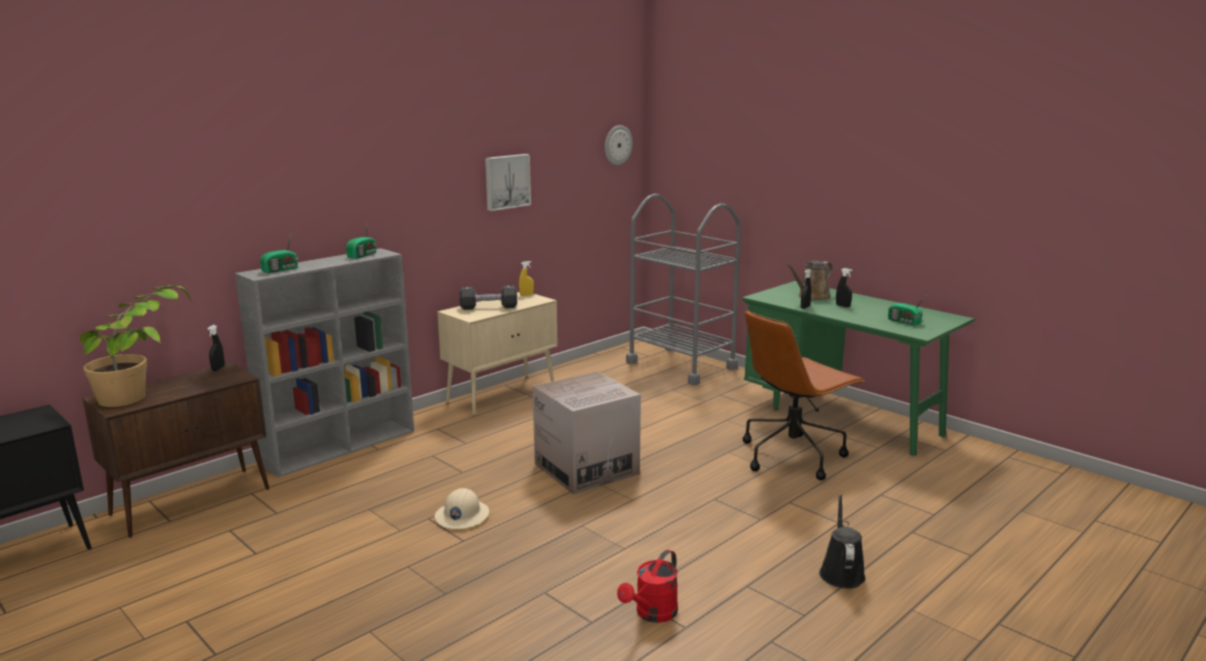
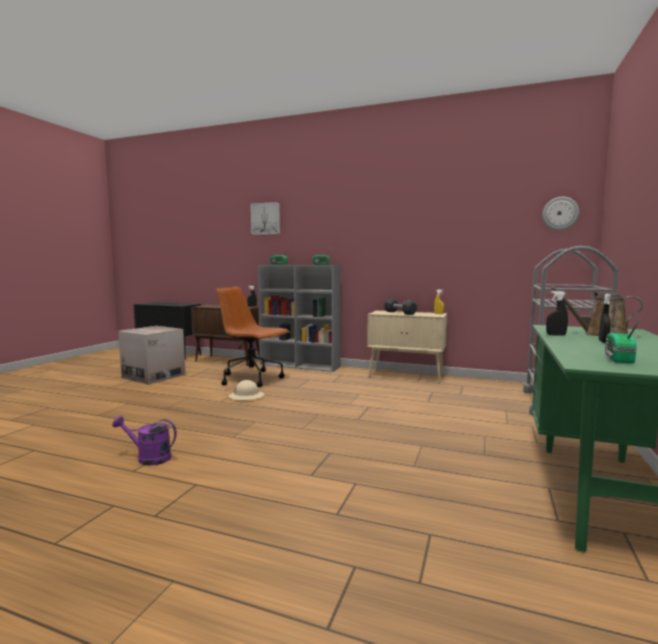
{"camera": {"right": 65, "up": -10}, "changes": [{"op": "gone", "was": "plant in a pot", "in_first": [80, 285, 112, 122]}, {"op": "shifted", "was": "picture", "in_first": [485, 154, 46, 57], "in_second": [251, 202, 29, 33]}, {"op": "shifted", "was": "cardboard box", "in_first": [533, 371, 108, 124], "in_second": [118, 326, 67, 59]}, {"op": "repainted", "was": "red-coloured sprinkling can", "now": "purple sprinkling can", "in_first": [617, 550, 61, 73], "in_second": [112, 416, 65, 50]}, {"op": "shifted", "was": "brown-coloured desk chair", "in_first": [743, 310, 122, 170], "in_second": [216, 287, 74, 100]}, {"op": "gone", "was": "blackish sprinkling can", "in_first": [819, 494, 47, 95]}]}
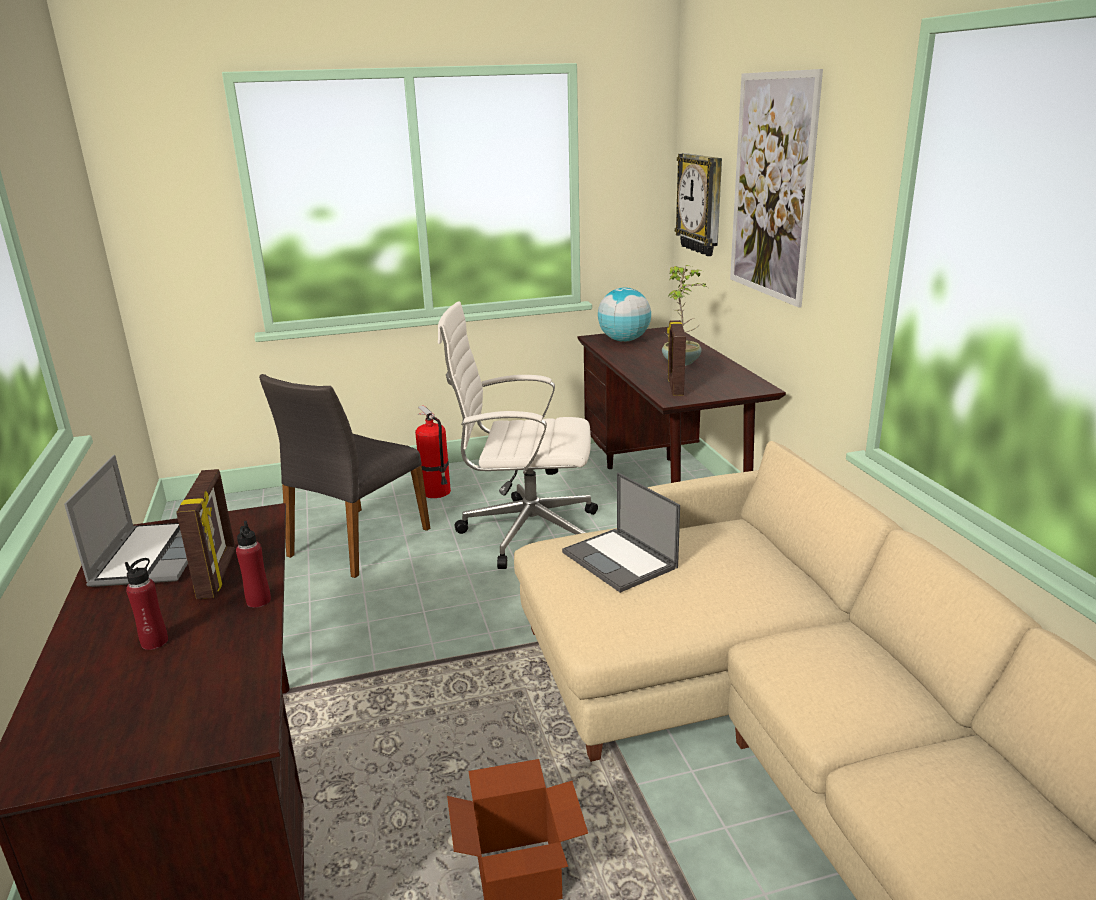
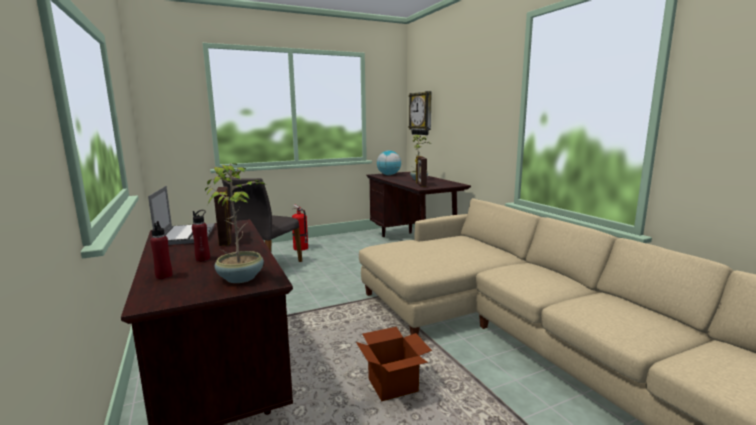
{"camera": {"right": -10, "up": -10}, "changes": [{"op": "shifted", "was": "red-coloured drink bottle", "in_first": [236, 521, 35, 87], "in_second": [150, 221, 23, 58]}, {"op": "gone", "was": "white-coloured desk chair", "in_first": [438, 301, 160, 268]}, {"op": "gone", "was": "notebook computer", "in_first": [562, 473, 118, 120]}, {"op": "gone", "was": "picture", "in_first": [730, 69, 93, 239]}, {"op": "new", "now": "plant in a pot", "in_second": [205, 163, 61, 120]}]}
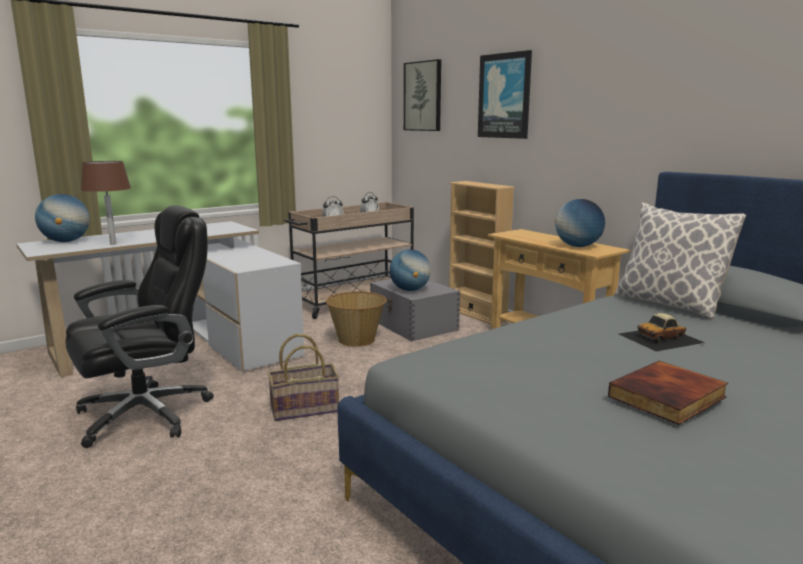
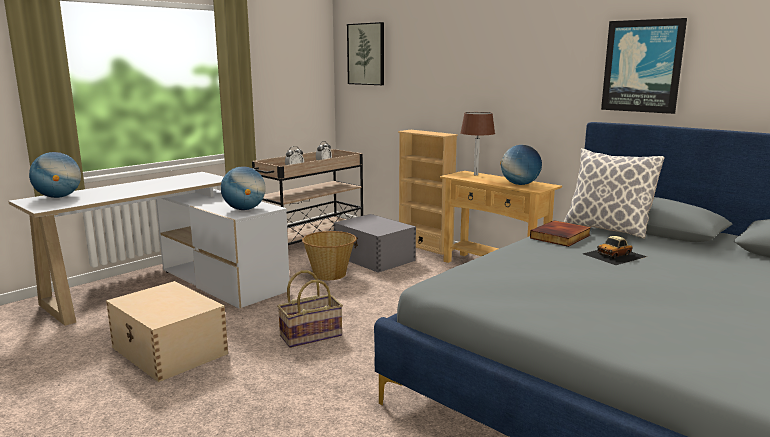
{"camera": {"right": -10, "up": 0}, "changes": [{"op": "swapped", "was": "blackish desk chair", "now": "beige storage container", "in_first": [65, 205, 149, 243], "in_second": [106, 281, 122, 101]}, {"op": "shifted", "was": "brown-coloured tabletop lamp", "in_first": [81, 161, 50, 84], "in_second": [460, 112, 35, 64]}, {"op": "shifted", "was": "desk globe", "in_first": [389, 249, 42, 42], "in_second": [221, 166, 45, 44]}, {"op": "shifted", "was": "picture", "in_first": [478, 50, 54, 89], "in_second": [601, 18, 86, 96]}, {"op": "shifted", "was": "book", "in_first": [608, 361, 120, 64], "in_second": [530, 220, 61, 27]}]}
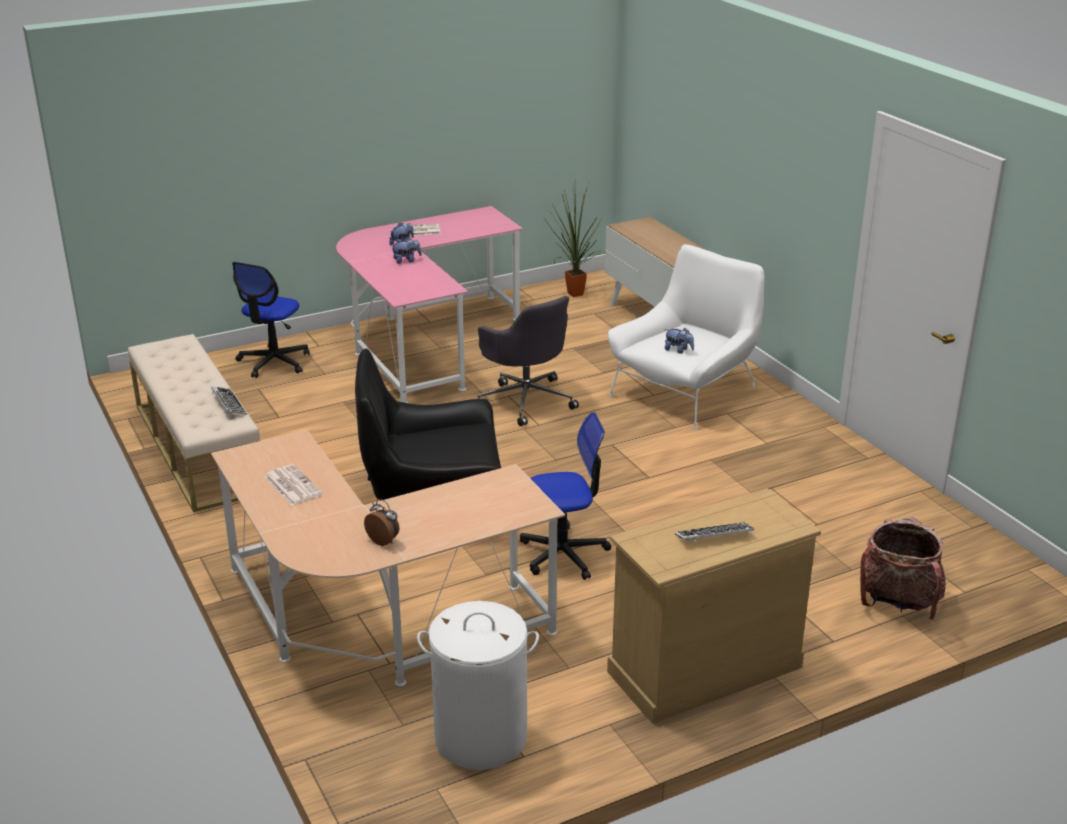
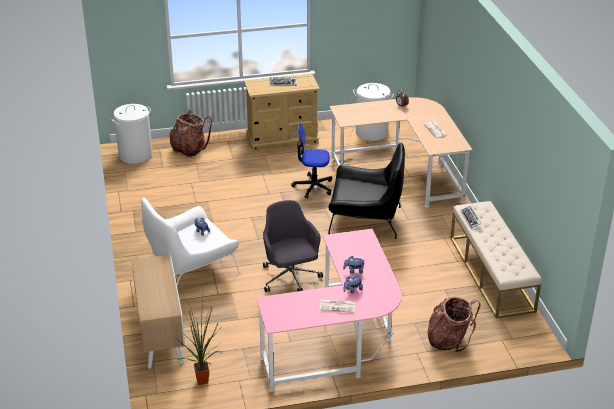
{"camera": {"right": -165, "up": 5}, "changes": [{"op": "swapped", "was": "desk chair", "now": "backpack", "in_first": [232, 262, 78, 116], "in_second": [427, 297, 53, 55]}, {"op": "new", "now": "white-coloured laundry basket", "in_second": [111, 104, 41, 60]}]}
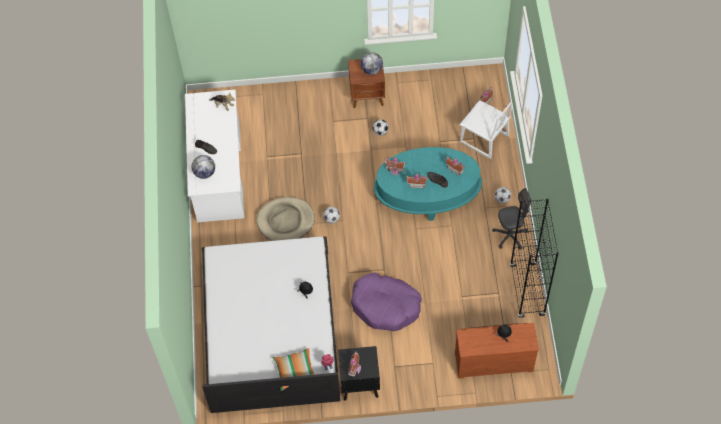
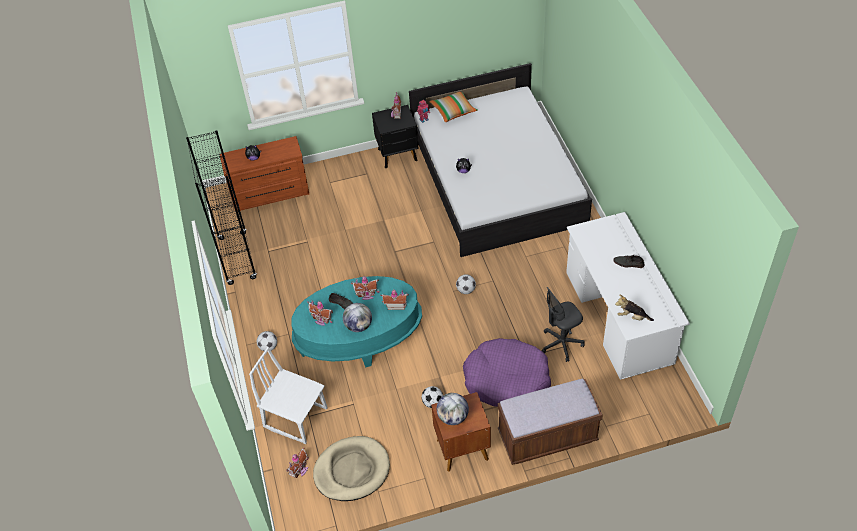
{"camera": {"right": 170, "up": -10}, "changes": [{"op": "shifted", "was": "desk globe", "in_first": [192, 155, 23, 24], "in_second": [343, 303, 29, 29]}, {"op": "shifted", "was": "beige pet bed", "in_first": [257, 197, 58, 44], "in_second": [313, 436, 77, 65]}, {"op": "shifted", "was": "purple pet bed", "in_first": [351, 272, 71, 59], "in_second": [463, 338, 88, 69]}, {"op": "shifted", "was": "grey desk chair", "in_first": [492, 188, 40, 62], "in_second": [541, 287, 44, 75]}, {"op": "new", "now": "brown-coloured bench", "in_second": [498, 379, 105, 86]}]}
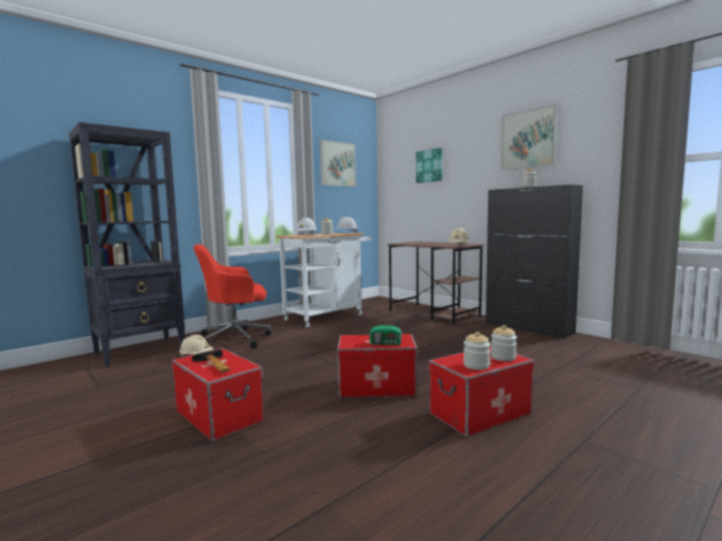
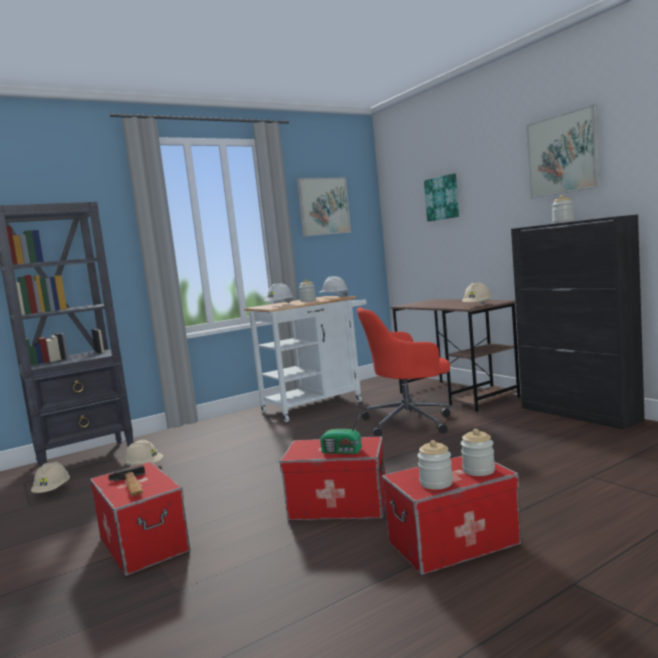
{"camera": {"right": 10, "up": 0}, "changes": [{"op": "shifted", "was": "red-coloured desk chair", "in_first": [194, 244, 77, 104], "in_second": [357, 307, 93, 130]}, {"op": "new", "now": "beige hard hat", "in_second": [31, 462, 39, 31]}]}
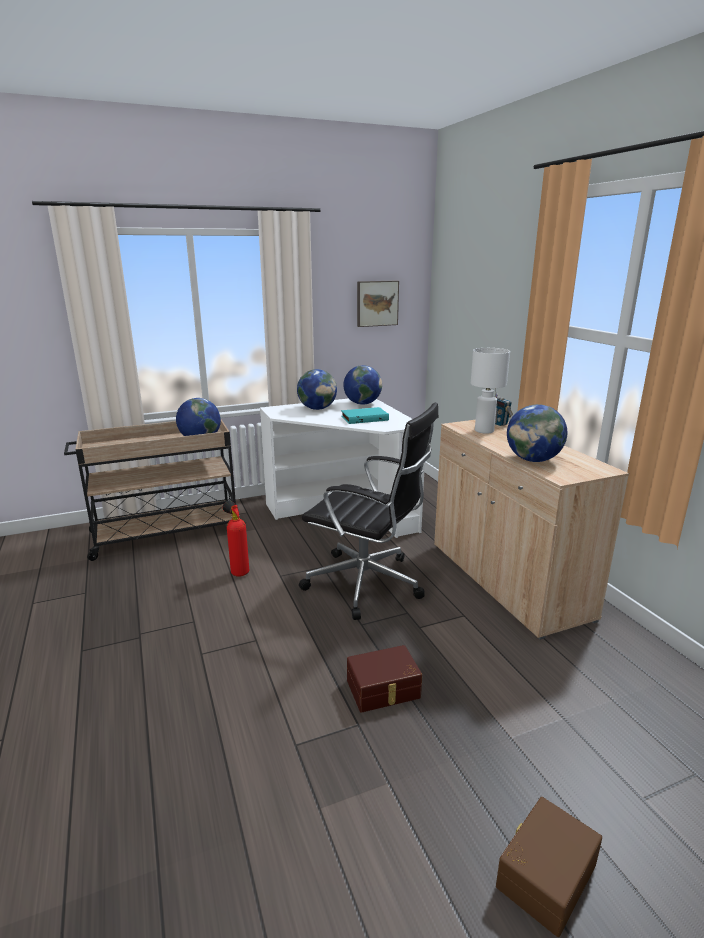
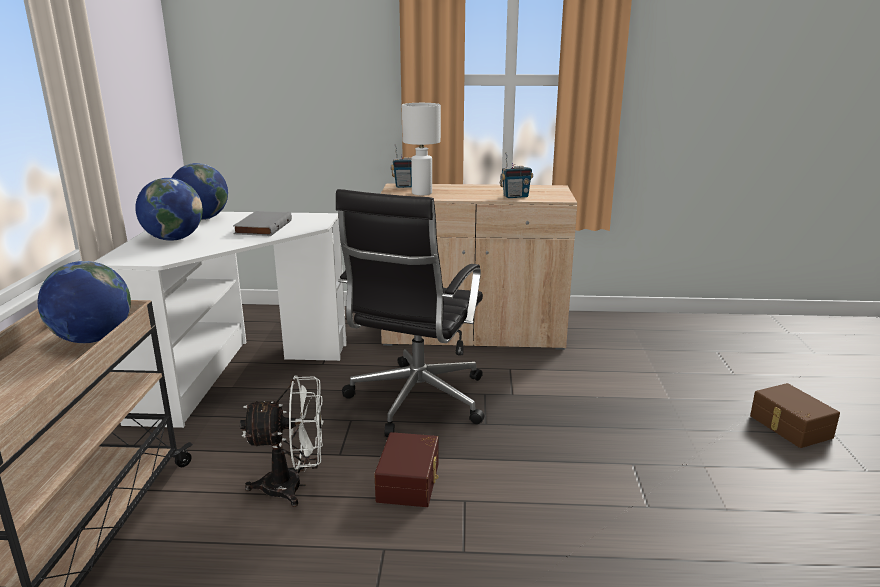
{"camera": {"right": -65, "up": 0}, "changes": [{"op": "swapped", "was": "fire-fighting cylinder", "now": "white-coloured fan", "in_first": [223, 501, 26, 76], "in_second": [240, 375, 83, 132]}, {"op": "rotated", "was": "blackish desk chair", "in_first": [299, 402, 140, 218], "in_second": [336, 189, 148, 248], "clockwise": 150}, {"op": "repainted", "was": "turquoise book", "now": "grey book", "in_first": [341, 407, 48, 17], "in_second": [233, 211, 59, 25]}, {"op": "shifted", "was": "brown-coloured storage container", "in_first": [347, 645, 75, 68], "in_second": [374, 432, 65, 75]}, {"op": "gone", "was": "picture", "in_first": [357, 281, 42, 46]}, {"op": "swapped", "was": "desk globe", "now": "radio set", "in_first": [507, 404, 60, 58], "in_second": [500, 152, 33, 46]}]}
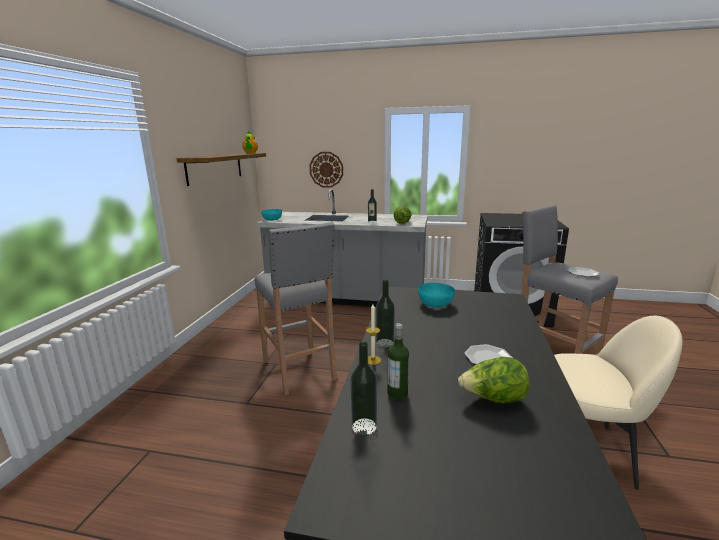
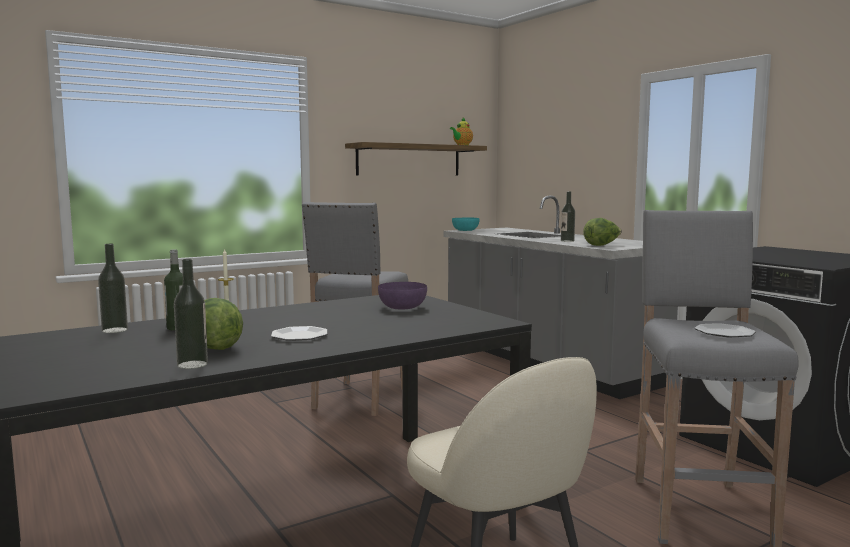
{"camera": {"right": 45, "up": -10}, "changes": [{"op": "gone", "was": "hanging clock", "in_first": [309, 152, 34, 36]}, {"op": "shifted", "was": "drink bottle", "in_first": [376, 280, 19, 68], "in_second": [174, 259, 34, 110]}, {"op": "repainted", "was": "turquoise deep dish", "now": "purple deep dish", "in_first": [418, 283, 37, 25], "in_second": [378, 282, 49, 27]}]}
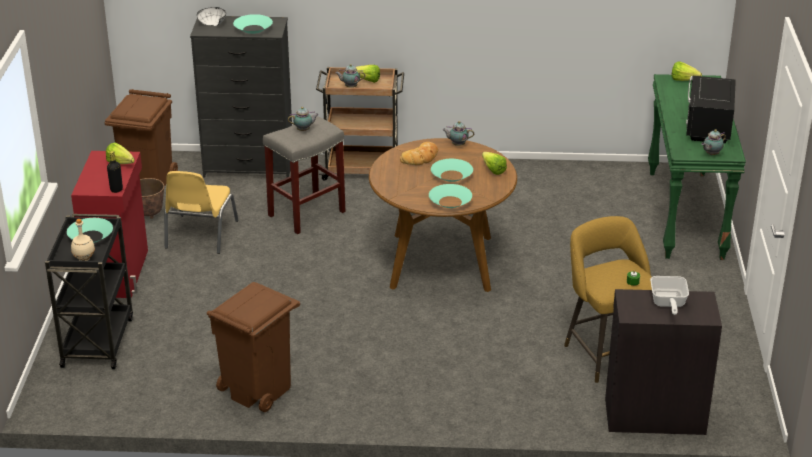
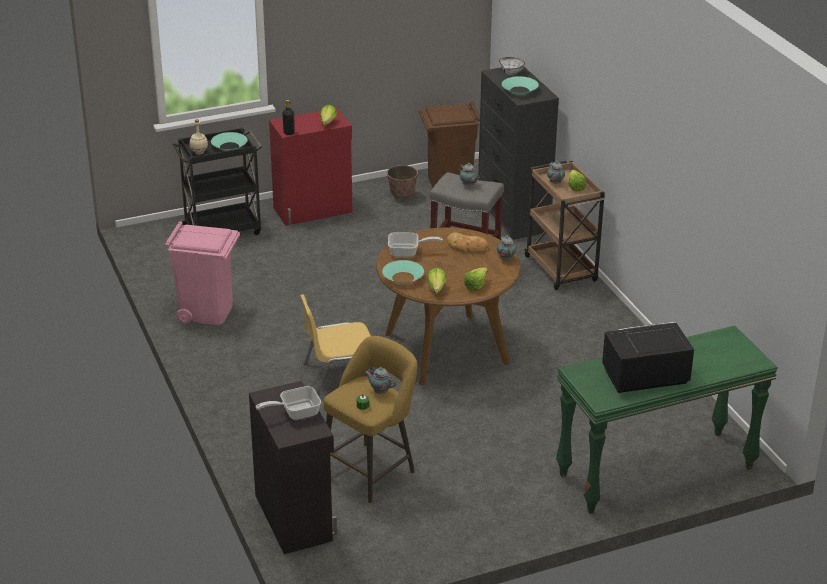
{"camera": {"right": 65, "up": 0}, "changes": [{"op": "shifted", "was": "yellowish plain chair", "in_first": [164, 171, 74, 83], "in_second": [300, 294, 74, 101]}, {"op": "repainted", "was": "brown-coloured trash can", "now": "pinkish trash can", "in_first": [207, 282, 93, 130], "in_second": [165, 221, 75, 104]}, {"op": "gone", "was": "turquoise deep dish", "in_first": [431, 159, 42, 23]}, {"op": "shifted", "was": "lettuce", "in_first": [672, 61, 30, 20], "in_second": [427, 268, 20, 26]}, {"op": "shifted", "was": "tea pot", "in_first": [701, 129, 25, 26], "in_second": [364, 367, 32, 27]}, {"op": "new", "now": "skillet", "in_second": [388, 232, 55, 25]}]}
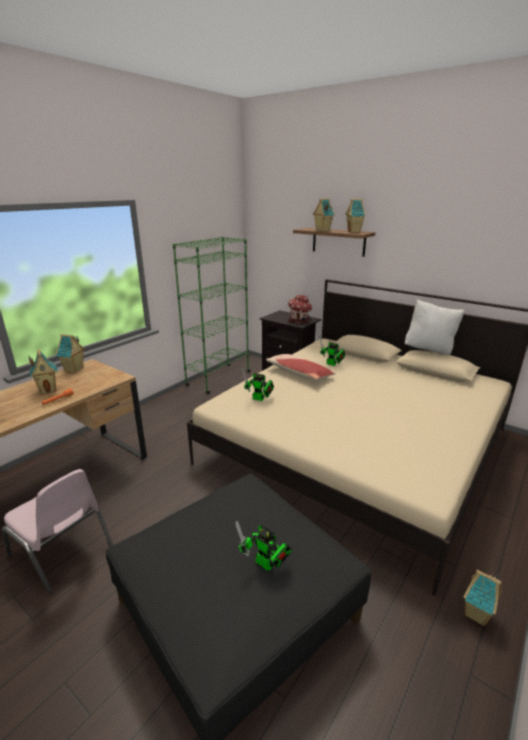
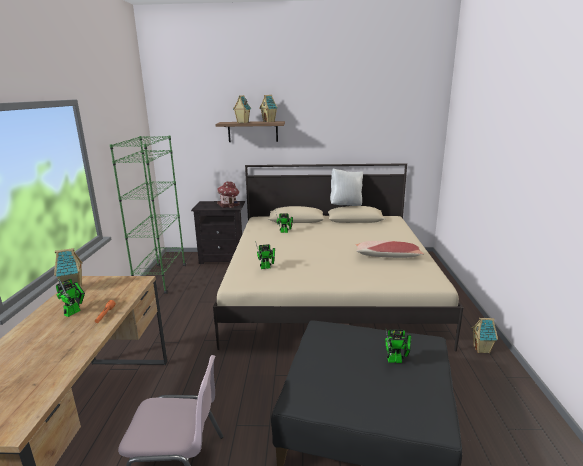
{"camera": {"right": -35, "up": -5}, "changes": [{"op": "swapped", "was": "miniature house", "now": "robot figure", "in_first": [29, 349, 29, 45], "in_second": [56, 278, 29, 39]}, {"op": "shifted", "was": "cushion", "in_first": [266, 354, 70, 27], "in_second": [355, 241, 69, 17]}]}
